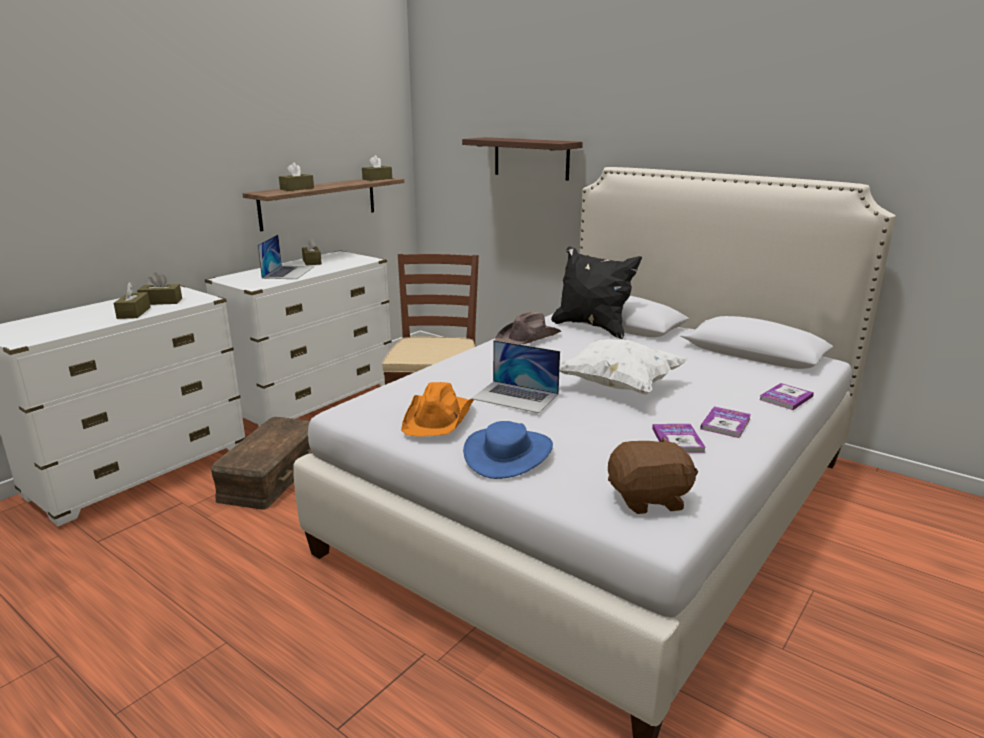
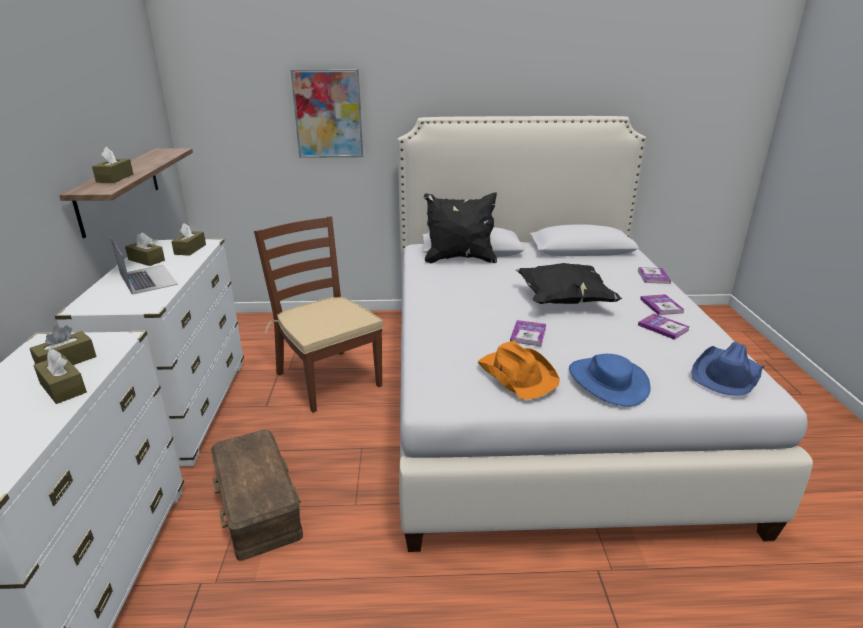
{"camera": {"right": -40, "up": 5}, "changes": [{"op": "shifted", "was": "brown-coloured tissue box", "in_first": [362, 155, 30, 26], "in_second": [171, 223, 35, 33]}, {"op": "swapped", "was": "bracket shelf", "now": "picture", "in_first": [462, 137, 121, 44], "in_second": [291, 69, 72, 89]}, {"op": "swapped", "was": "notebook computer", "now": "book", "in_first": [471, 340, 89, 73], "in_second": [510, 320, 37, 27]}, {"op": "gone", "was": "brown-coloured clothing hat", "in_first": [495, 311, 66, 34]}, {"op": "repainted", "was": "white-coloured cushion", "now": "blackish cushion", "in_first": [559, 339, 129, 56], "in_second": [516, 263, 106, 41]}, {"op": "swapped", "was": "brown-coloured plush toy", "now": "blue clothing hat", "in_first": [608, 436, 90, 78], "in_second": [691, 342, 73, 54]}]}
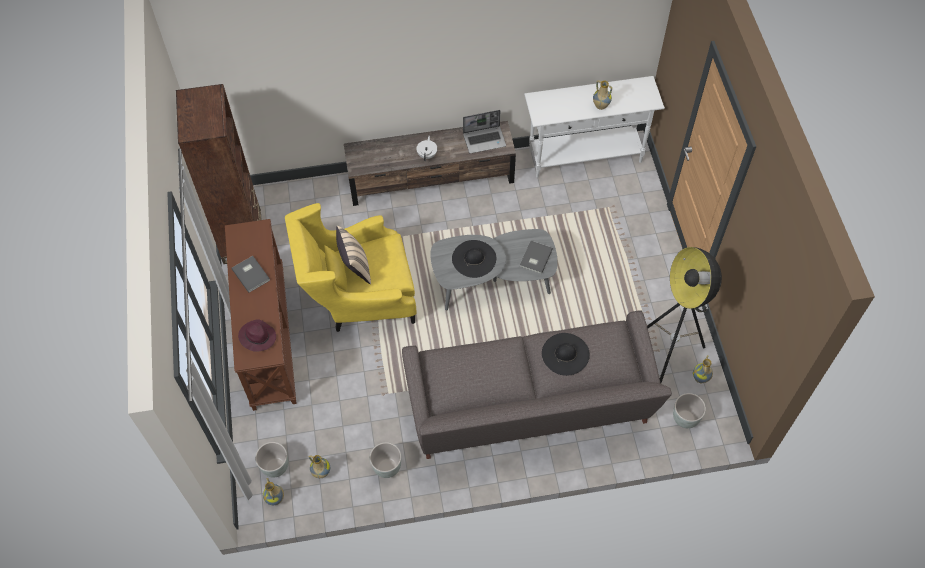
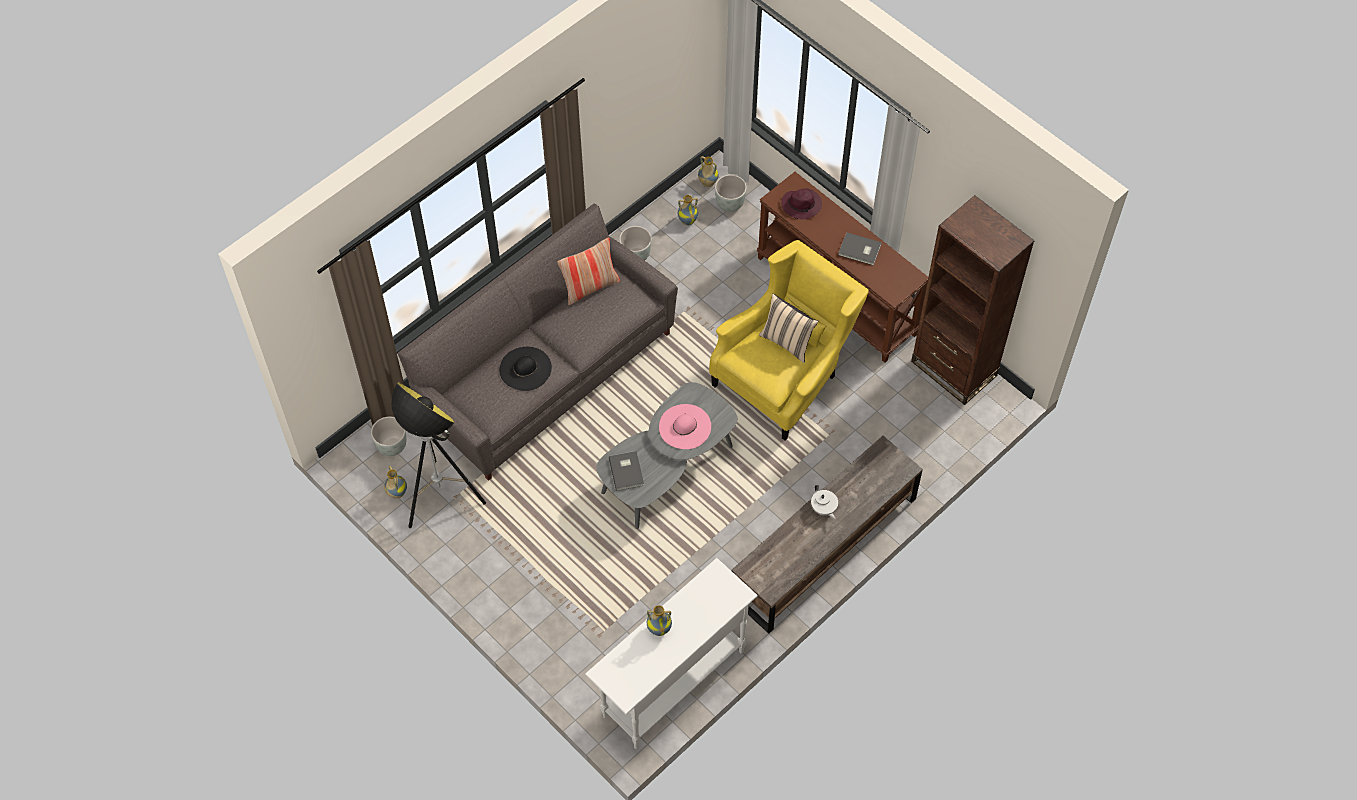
{"camera": {"right": 145, "up": 0}, "changes": [{"op": "repainted", "was": "blackish clothing hat", "now": "pinkish clothing hat", "in_first": [452, 240, 44, 38], "in_second": [659, 404, 52, 45]}, {"op": "gone", "was": "notebook computer", "in_first": [463, 110, 43, 44]}, {"op": "new", "now": "cushion", "in_second": [557, 238, 63, 67]}]}
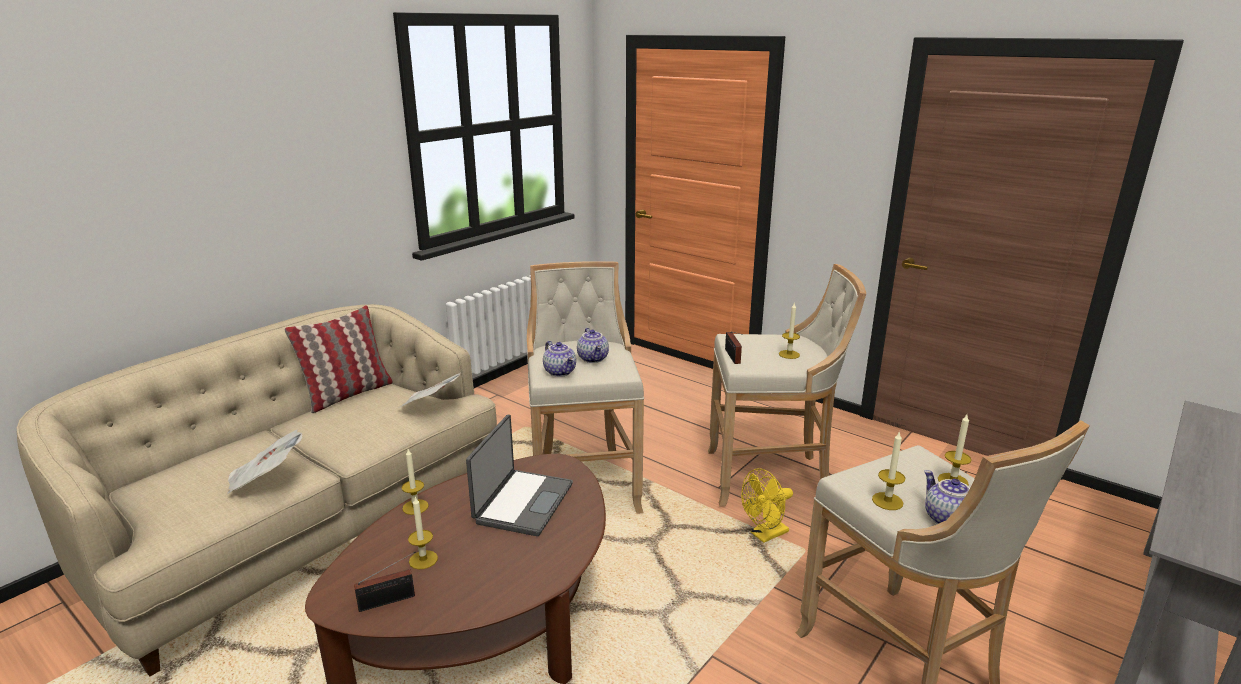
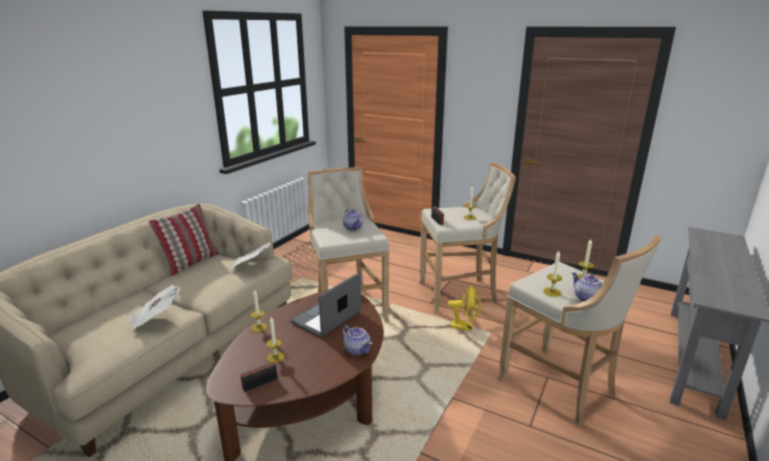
{"camera": {"right": -10, "up": 0}, "changes": [{"op": "rotated", "was": "notebook computer", "in_first": [466, 415, 107, 121], "in_second": [290, 273, 71, 65], "clockwise": -150}, {"op": "shifted", "was": "tea pot", "in_first": [543, 341, 33, 36], "in_second": [342, 325, 30, 30]}, {"op": "rotated", "was": "yellowish fan", "in_first": [741, 468, 52, 75], "in_second": [448, 286, 33, 45], "clockwise": -120}]}
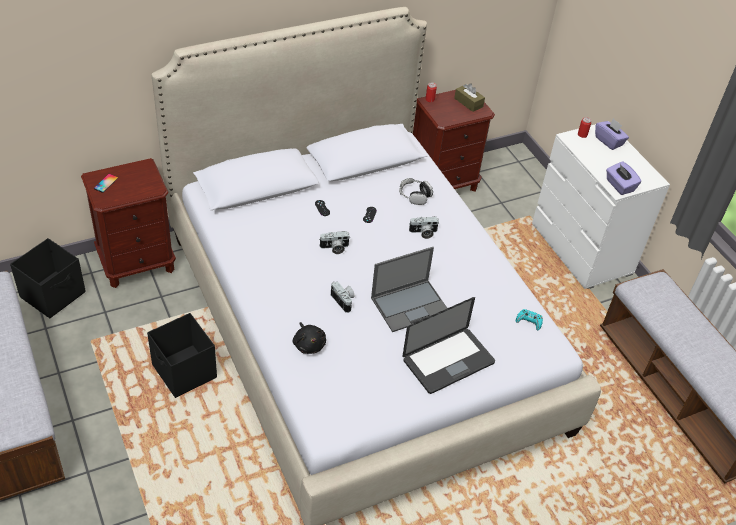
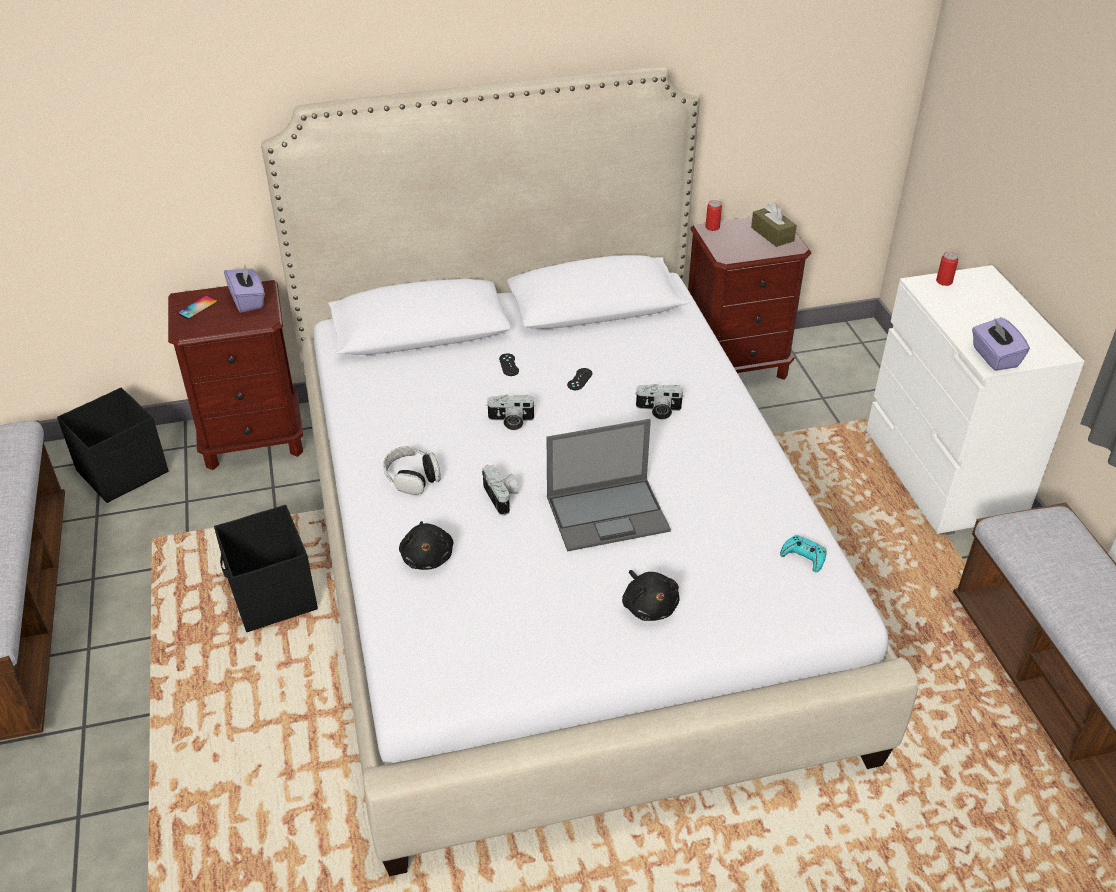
{"camera": {"right": 15, "up": -5}, "changes": [{"op": "shifted", "was": "pair of headphones", "in_first": [399, 178, 34, 27], "in_second": [383, 446, 58, 49]}, {"op": "swapped", "was": "notebook computer", "now": "blackish plush toy", "in_first": [403, 297, 92, 97], "in_second": [622, 570, 58, 51]}, {"op": "shifted", "was": "purple tissue box", "in_first": [595, 118, 34, 32], "in_second": [224, 266, 41, 47]}]}
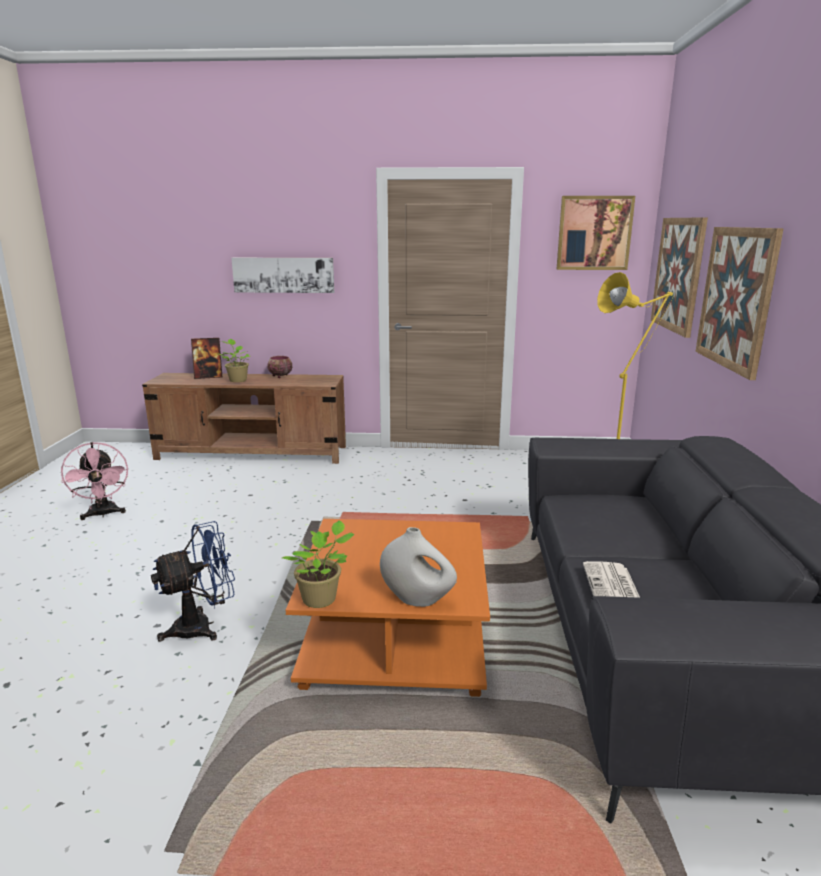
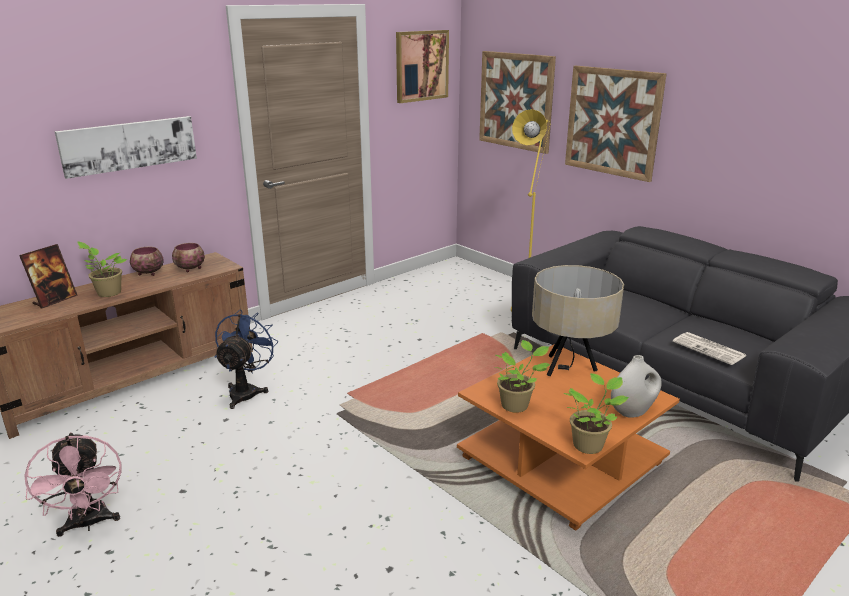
{"camera": {"right": -45, "up": 5}, "changes": [{"op": "rotated", "was": "pinkish fan", "in_first": [61, 442, 67, 78], "in_second": [24, 432, 98, 105], "clockwise": 45}, {"op": "shifted", "was": "blue fan", "in_first": [151, 521, 84, 121], "in_second": [215, 309, 64, 100]}, {"op": "new", "now": "deep dish", "in_second": [172, 243, 33, 29]}, {"op": "new", "now": "plant in a pot", "in_second": [495, 340, 55, 73]}, {"op": "new", "now": "beige tabletop lamp", "in_second": [532, 265, 92, 111]}]}
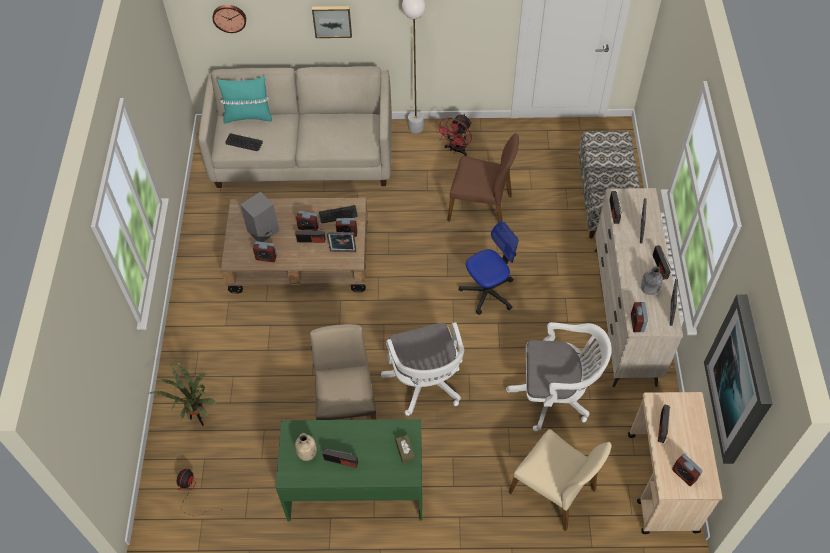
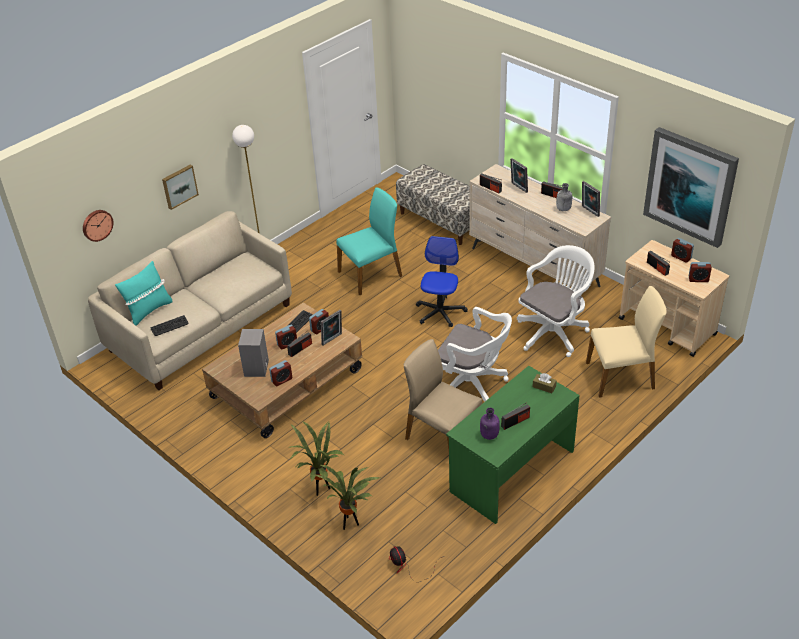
{"camera": {"right": -45, "up": -15}, "changes": [{"op": "repainted", "was": "beige drink bottle", "now": "purple drink bottle", "in_first": [295, 433, 22, 28], "in_second": [480, 408, 20, 32]}, {"op": "gone", "was": "red-coloured fan", "in_first": [436, 114, 36, 42]}, {"op": "repainted", "was": "brown-coloured plain chair", "now": "turquoise plain chair", "in_first": [447, 133, 72, 89], "in_second": [336, 188, 66, 107]}, {"op": "shifted", "was": "alarm clock", "in_first": [631, 302, 17, 30], "in_second": [671, 238, 23, 25]}, {"op": "new", "now": "plant in a pot", "in_second": [287, 421, 57, 75]}]}
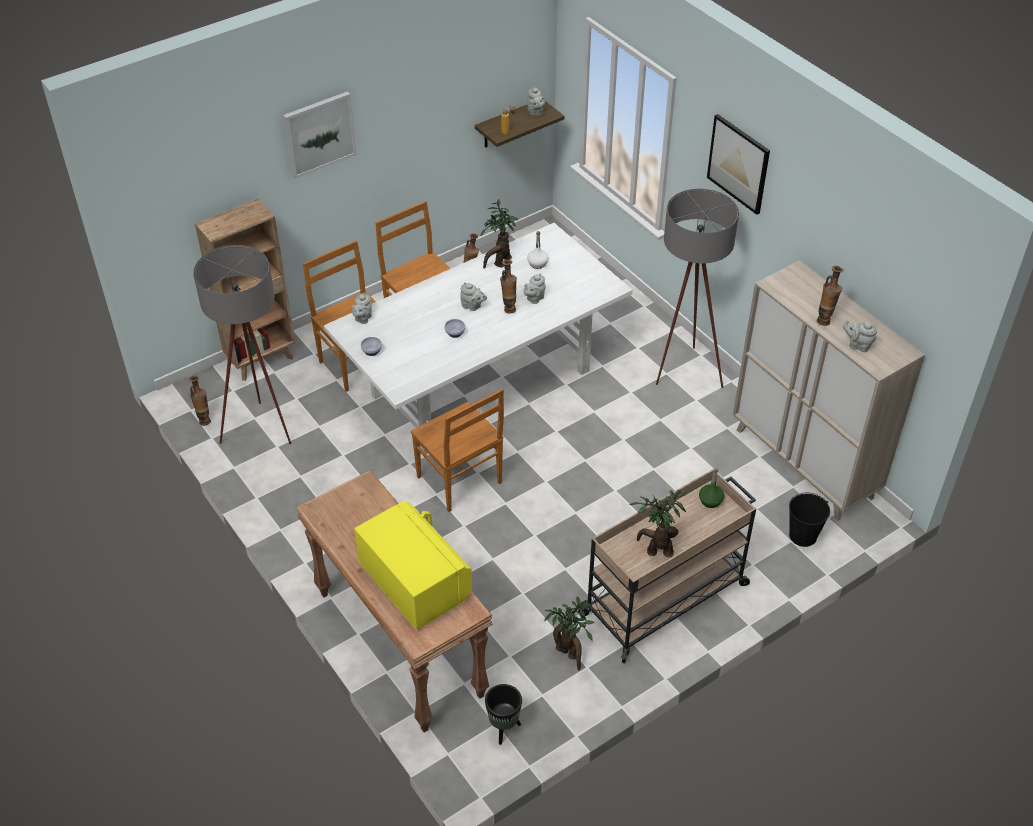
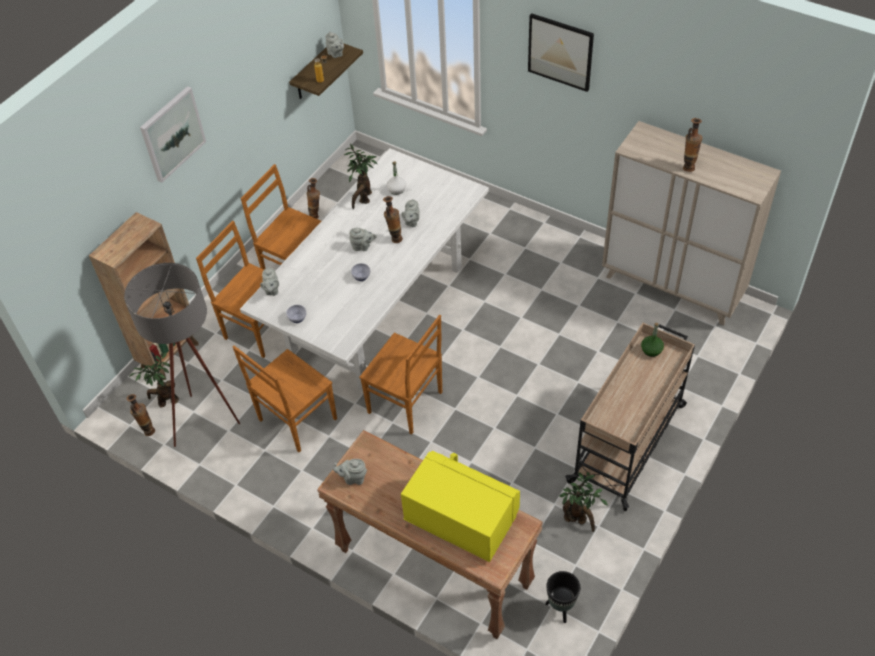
{"camera": {"right": -20, "up": 5}, "changes": [{"op": "shifted", "was": "plant in a pot", "in_first": [630, 490, 56, 67], "in_second": [129, 353, 50, 54]}, {"op": "gone", "was": "grey floor lamp", "in_first": [656, 189, 83, 199]}, {"op": "gone", "was": "blackish bucket", "in_first": [789, 493, 41, 54]}, {"op": "shifted", "was": "grey tea pot", "in_first": [843, 320, 34, 32], "in_second": [333, 459, 34, 26]}, {"op": "new", "now": "brown-coloured plain chair", "in_second": [232, 345, 105, 108]}]}
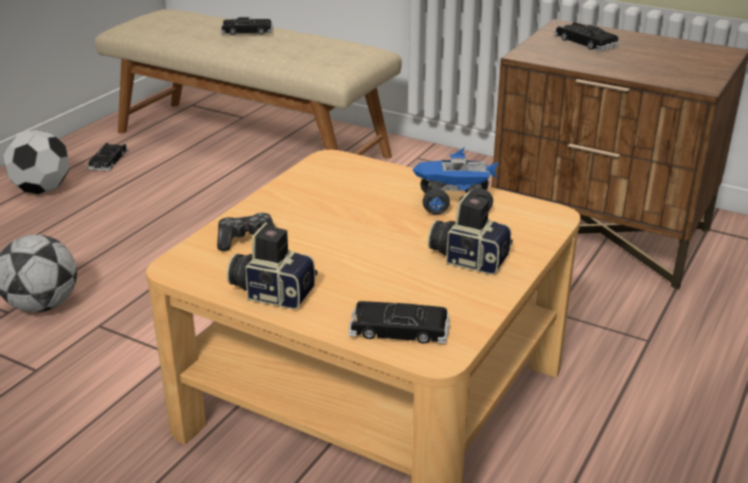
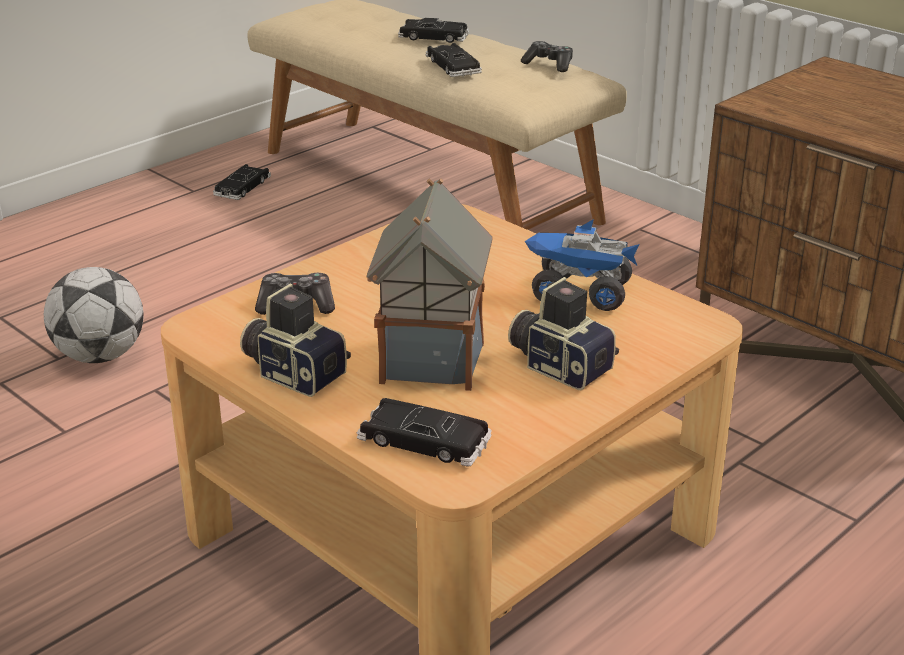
{"camera": {"right": 15, "up": 0}, "changes": [{"op": "gone", "was": "football", "in_first": [4, 130, 66, 64]}, {"op": "shifted", "was": "blackish toy car", "in_first": [554, 22, 66, 29], "in_second": [426, 43, 56, 34]}, {"op": "new", "now": "miniature house", "in_second": [367, 179, 126, 212]}, {"op": "new", "now": "game controller", "in_second": [521, 41, 52, 31]}]}
